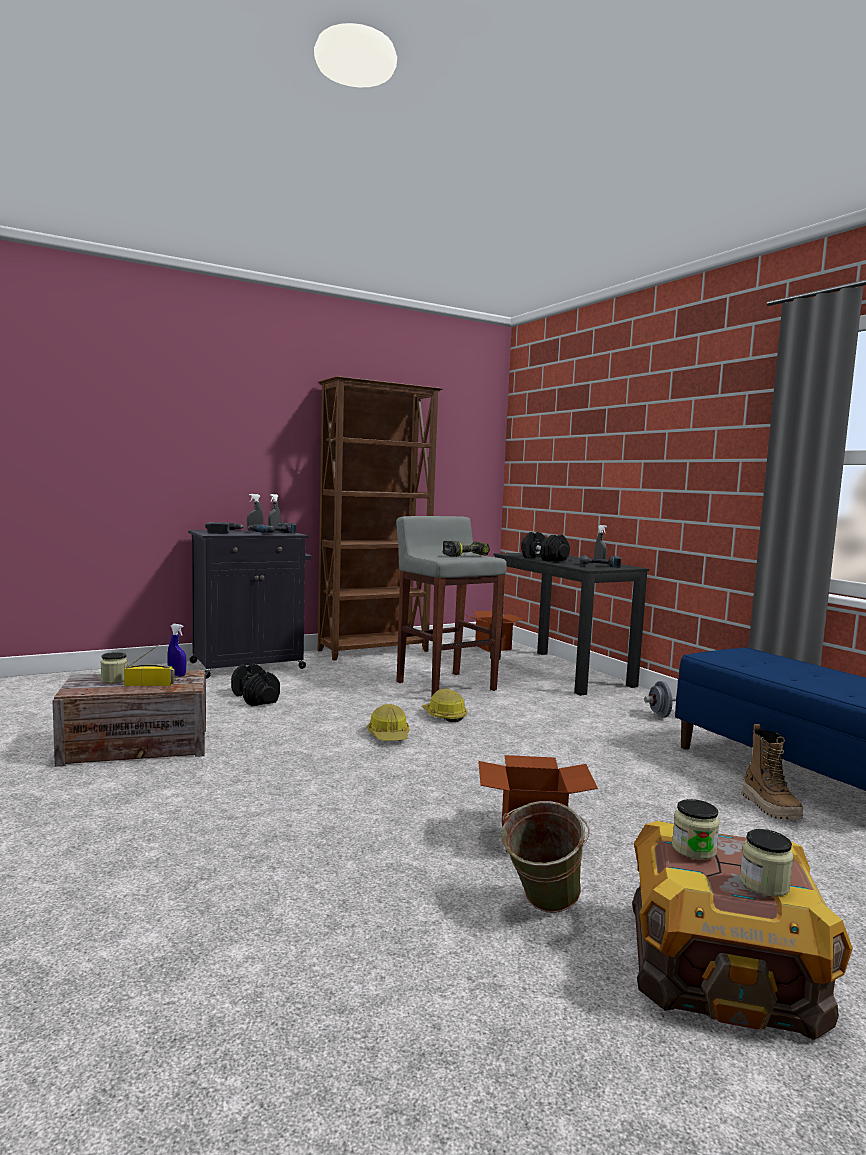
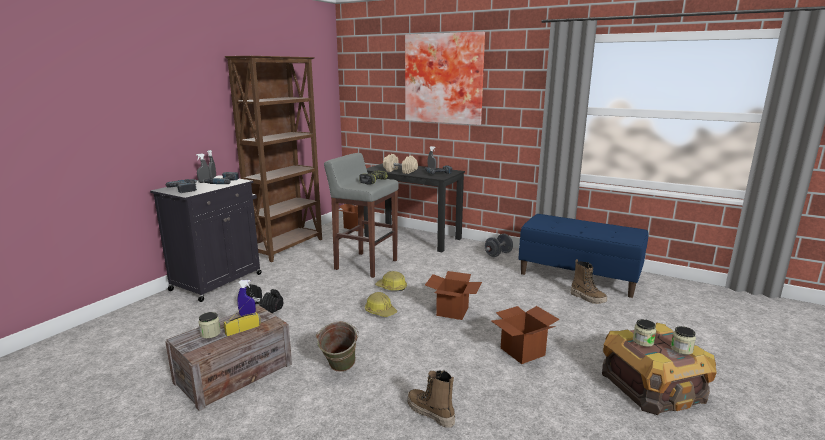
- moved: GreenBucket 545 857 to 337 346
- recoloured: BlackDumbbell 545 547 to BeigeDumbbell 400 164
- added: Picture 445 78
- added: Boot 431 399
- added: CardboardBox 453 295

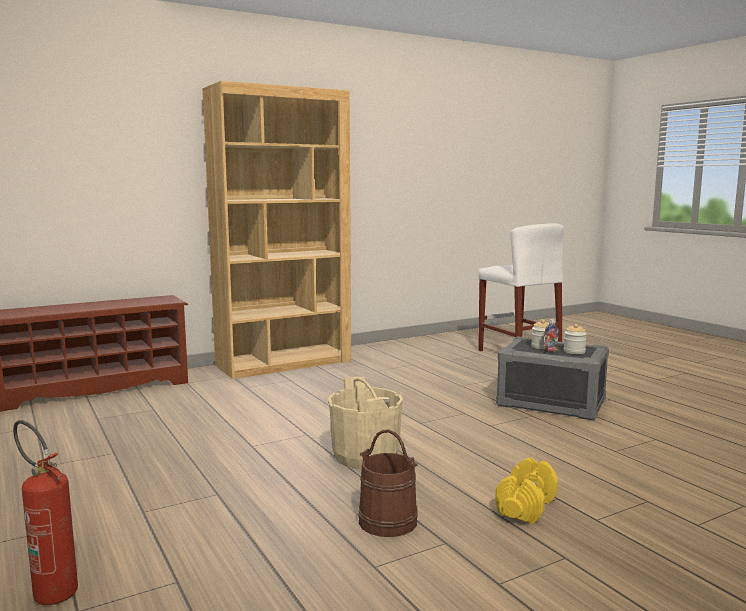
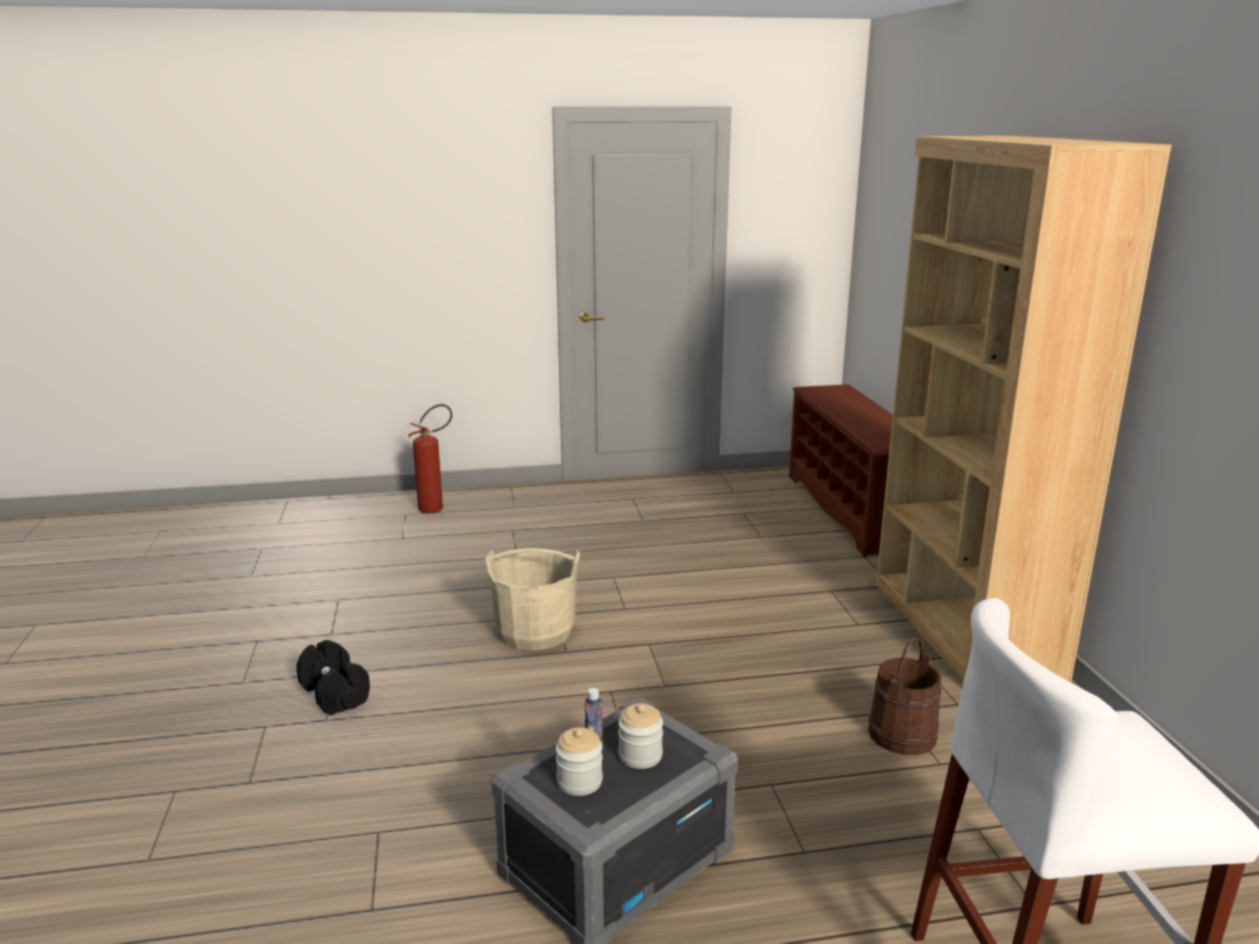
- recoloured: YellowDumbbell 526 491 to BlackDumbbell 333 677
- moved: BrownBucket 388 483 to 904 696

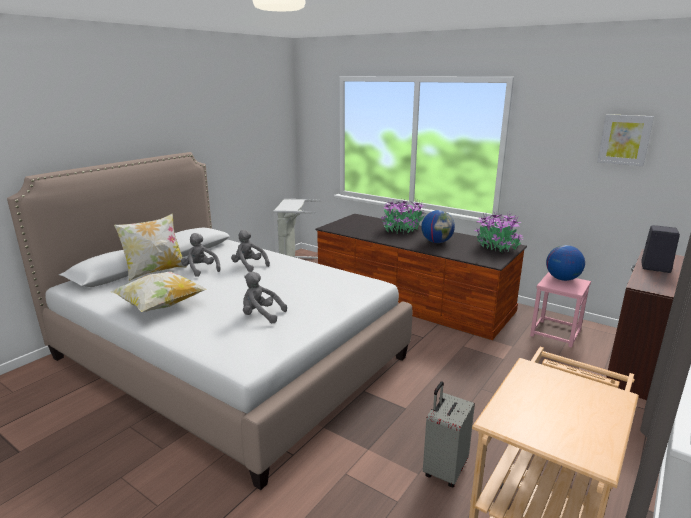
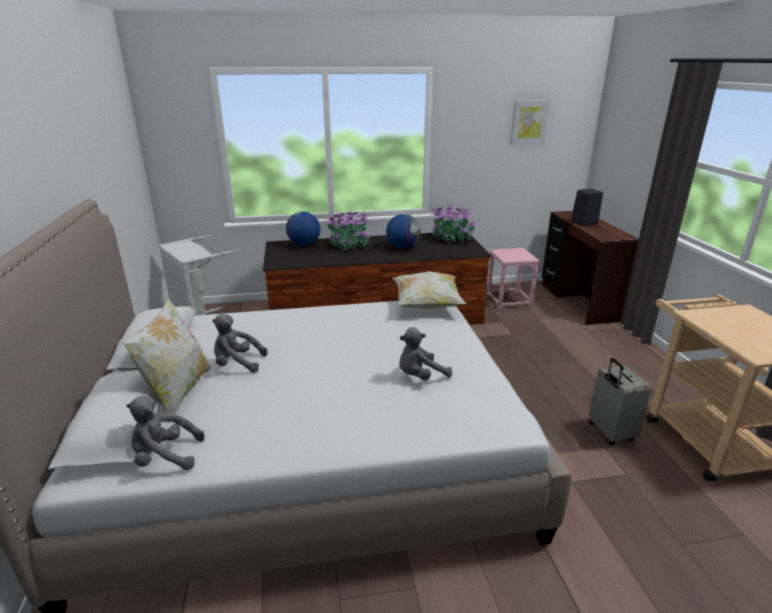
- moved: GreyPlushToy 250 251 to 165 433
- moved: Globe 565 263 to 303 229
- moved: Pillow 158 292 to 430 290

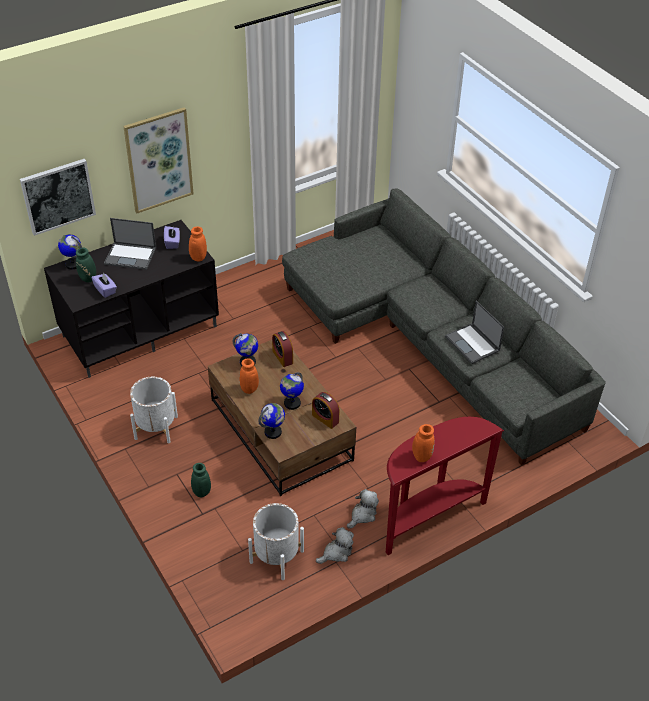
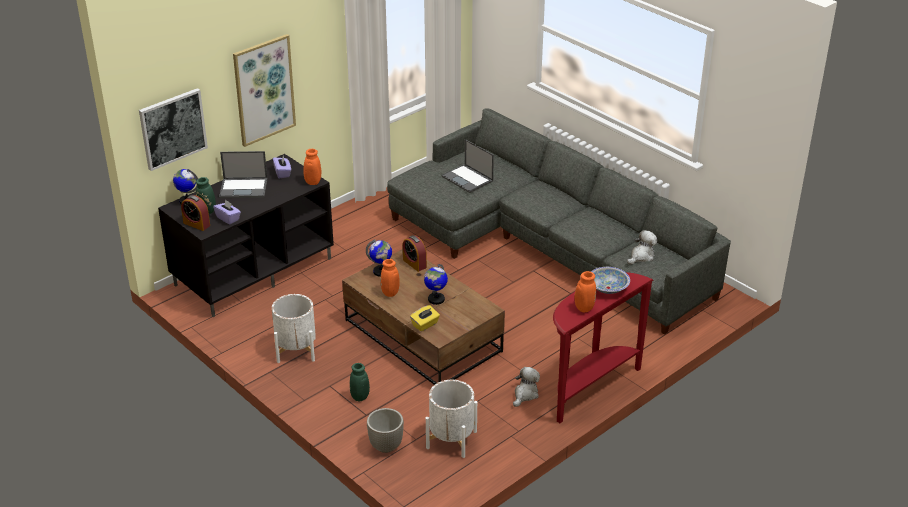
- moved: AlarmClock 326 410 to 195 213
- added: Planter 385 430
- replaced: Globe 271 421 to YellowTissueBox 425 318
- moved: Laptop 474 332 to 467 166
- added: Bowl 610 280
- moved: PlushToy 335 545 to 642 247

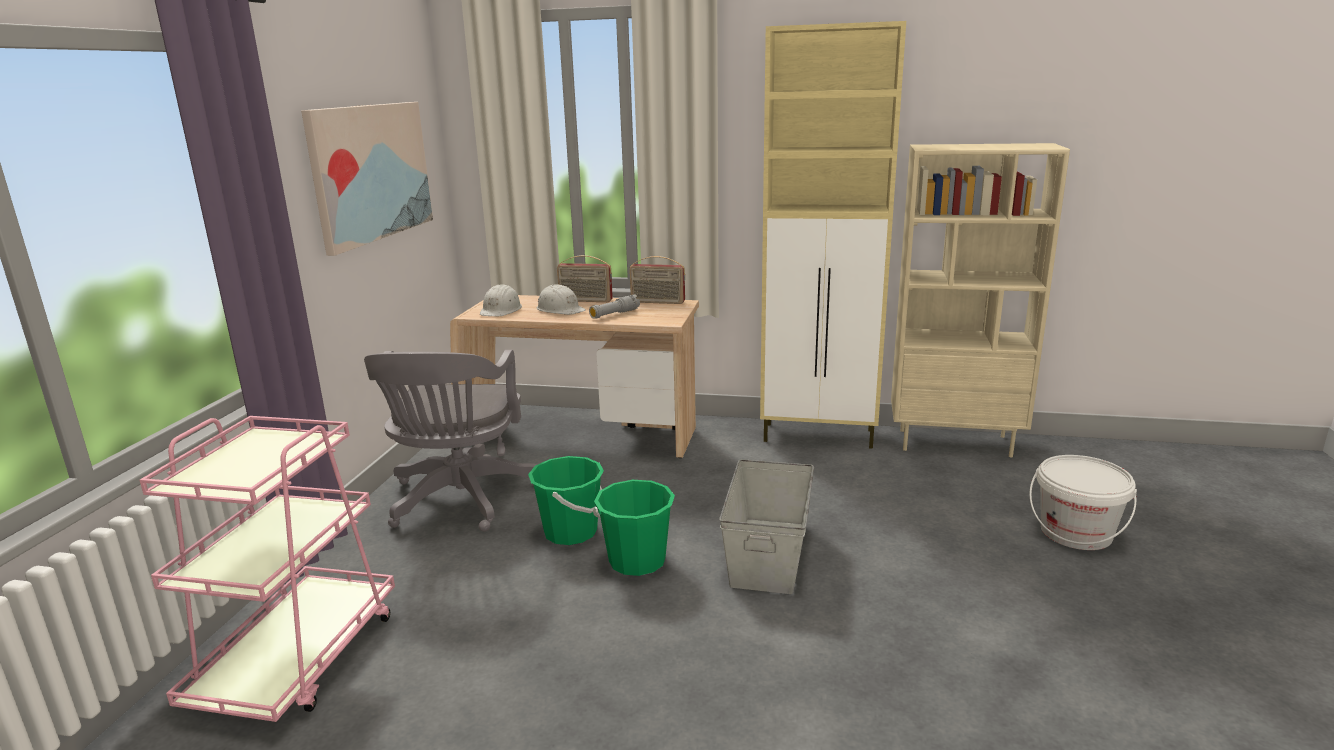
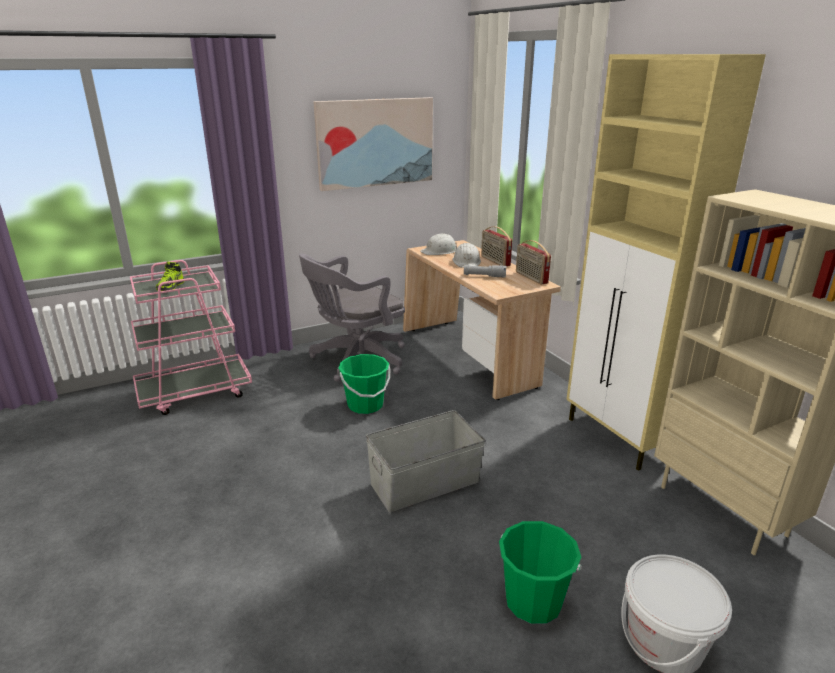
- added: Shoe 170 276
- moved: GreenBucket 634 528 to 540 572

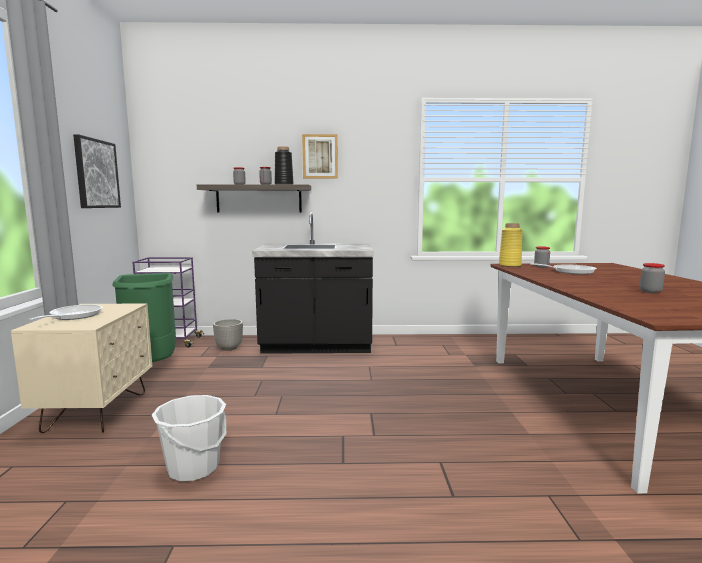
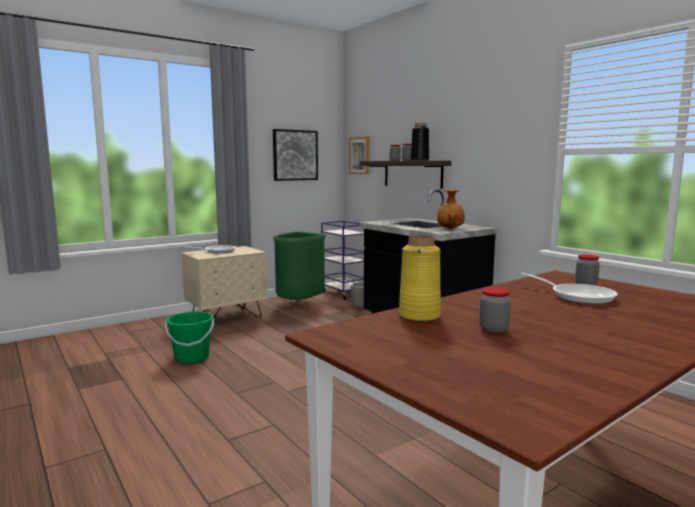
- recoloured: WhiteBucket 189 438 to GreenBucket 189 338
- moved: Picture 320 156 to 359 155
- moved: YellowVase 511 245 to 420 278
- added: BrownVase 451 209

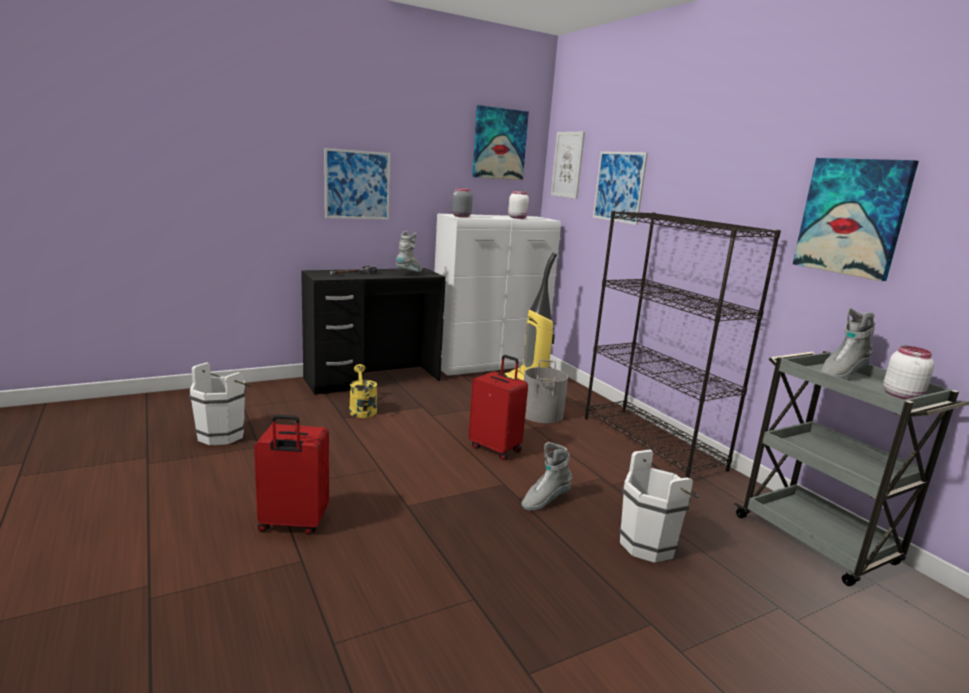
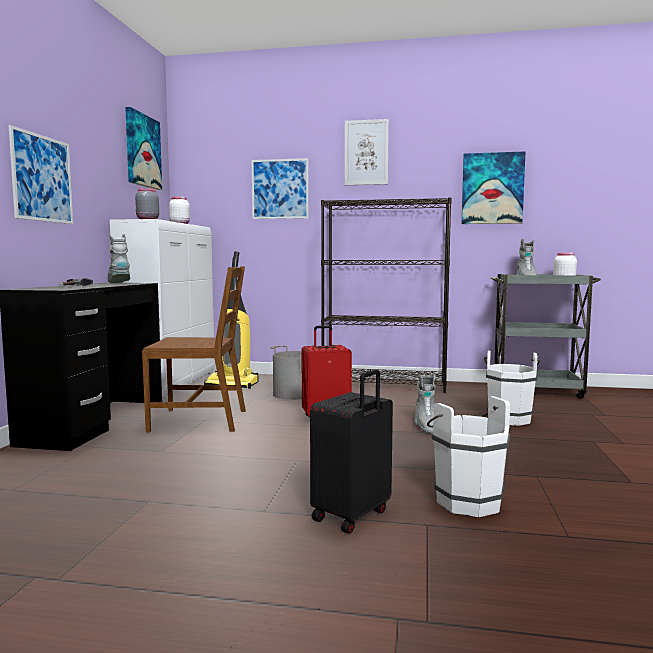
- added: BrownChair 194 349
- recoloured: RedSuitcase 291 474 to BlackSuitcase 351 451
- moved: Picture 568 165 to 367 152
- moved: WhiteBucket 220 403 to 468 456
- removed: YellowWateringCan 363 391

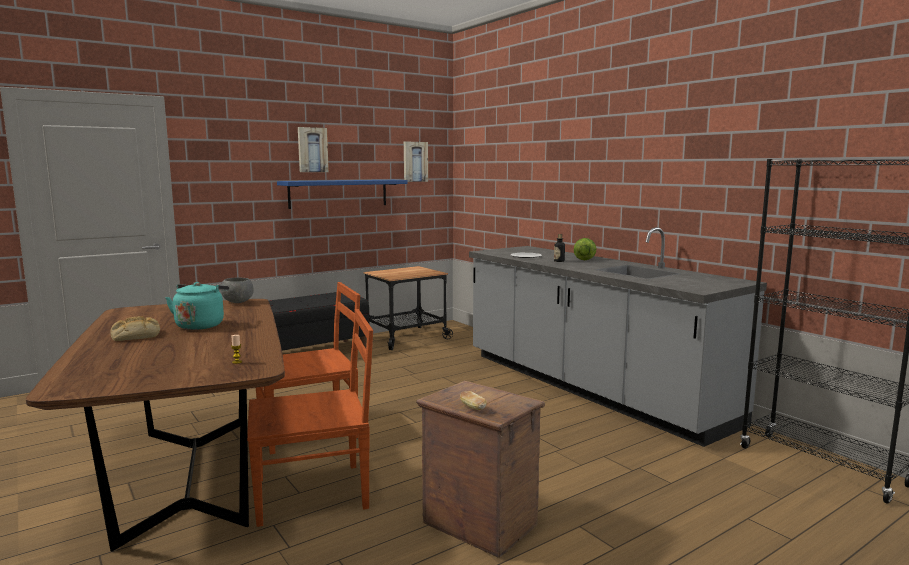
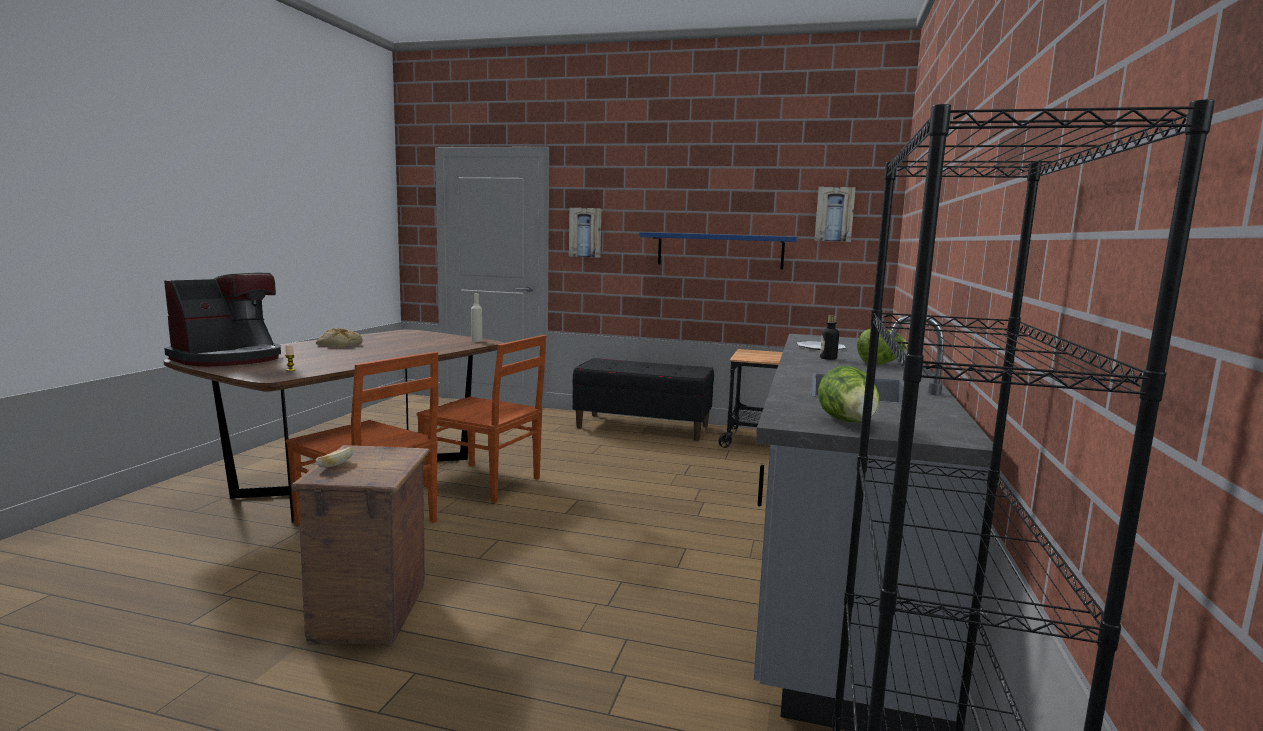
- added: CoffeeMachine 222 319
- replaced: GreyBowl 237 290 to BeigeBottle 476 318
- moved: Picture 313 149 to 585 233
- added: Lettuce 849 394
- removed: TurquoiseKettle 197 306

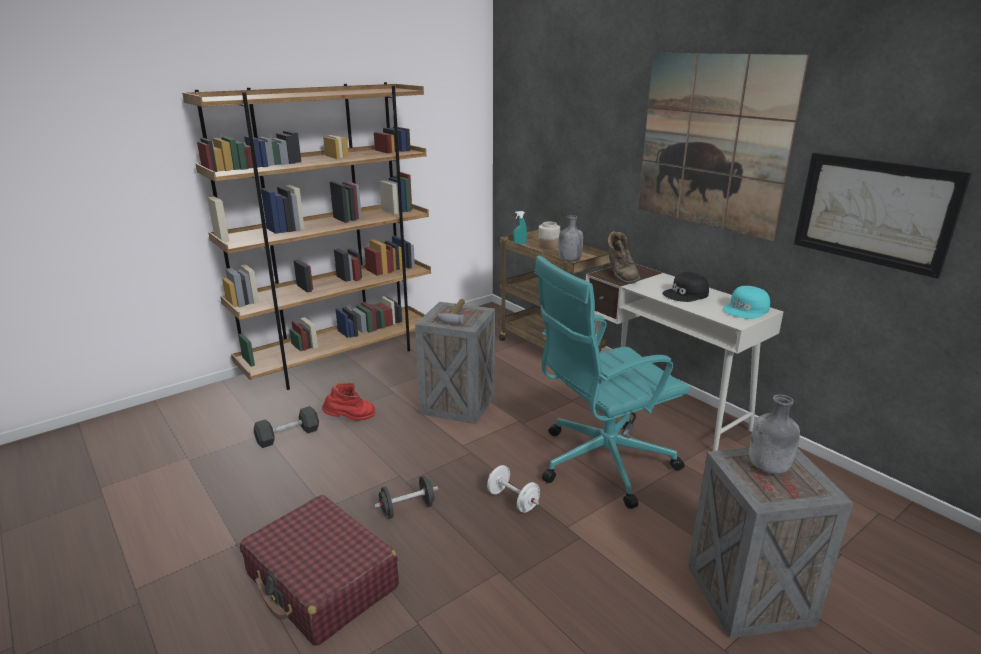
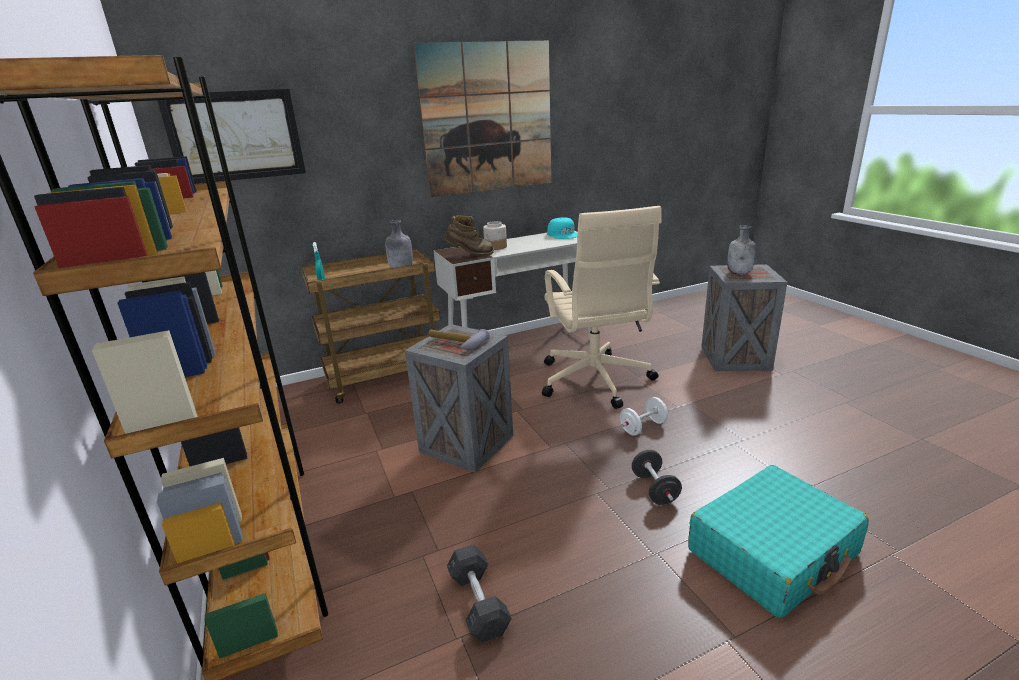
- moved: Picture 883 216 to 231 136
- moved: Jar 549 235 to 495 235
- recoloured: TurquoiseOfficeChair 612 382 to BeigeOfficeChair 601 307
- recoloured: RedSuitcase 319 570 to TurquoiseSuitcase 778 541
- removed: RedBoot 349 401
- removed: BlackCap 686 287

